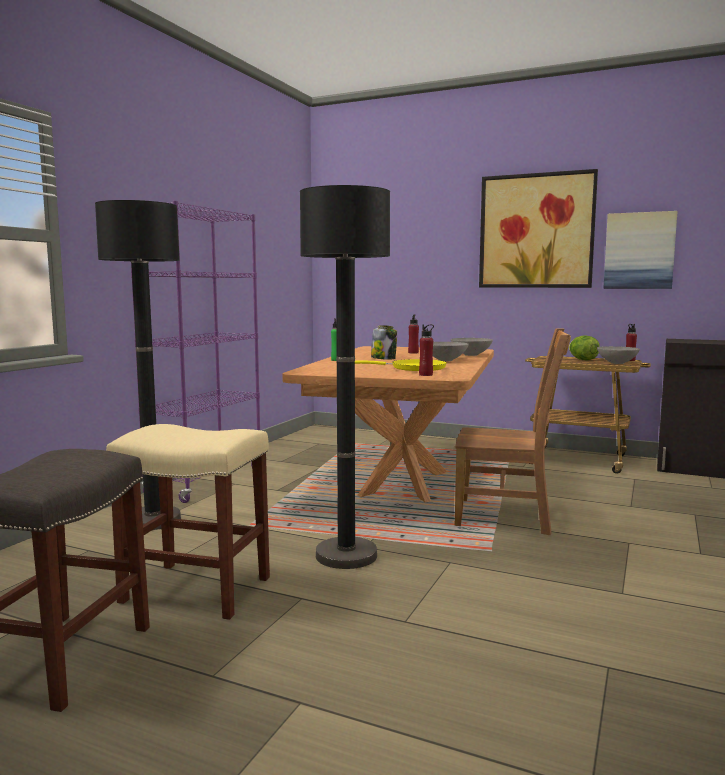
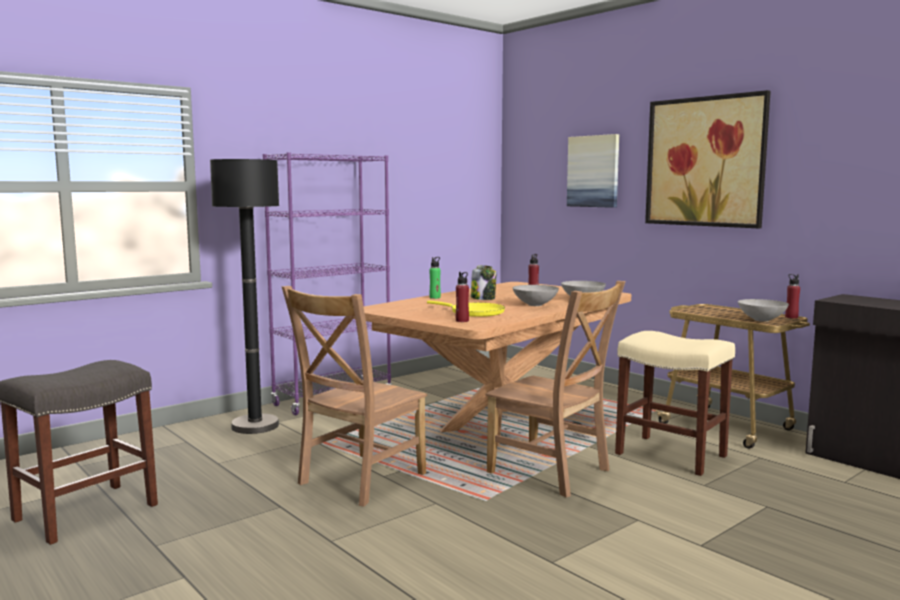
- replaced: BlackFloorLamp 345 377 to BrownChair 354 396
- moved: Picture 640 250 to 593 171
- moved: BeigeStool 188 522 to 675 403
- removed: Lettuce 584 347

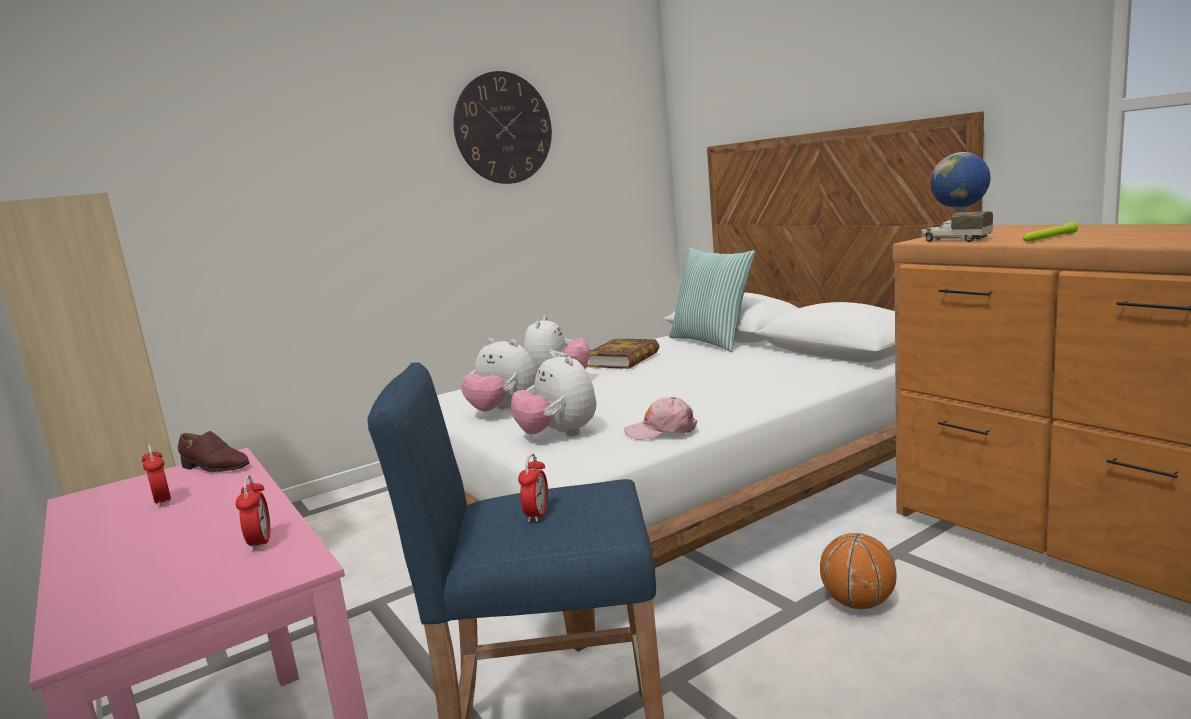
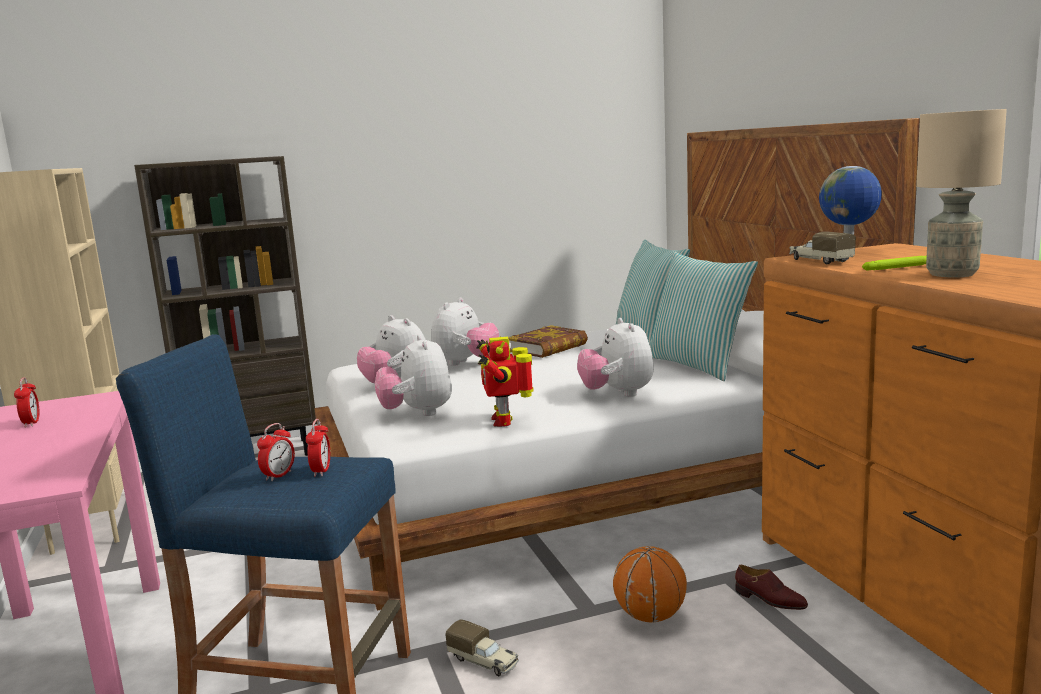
- added: BrownBookcase 225 306
- moved: AlarmClock 253 513 to 318 448
- added: ToyTruck 482 648
- replaced: PinkCap 661 418 to ToyRobot 505 381
- added: PlushToy 615 357
- added: Pillow 703 316
- moved: BrownShoe 214 451 to 771 587
- added: BeigeTableLamp 961 193
- removed: WallClock 502 127

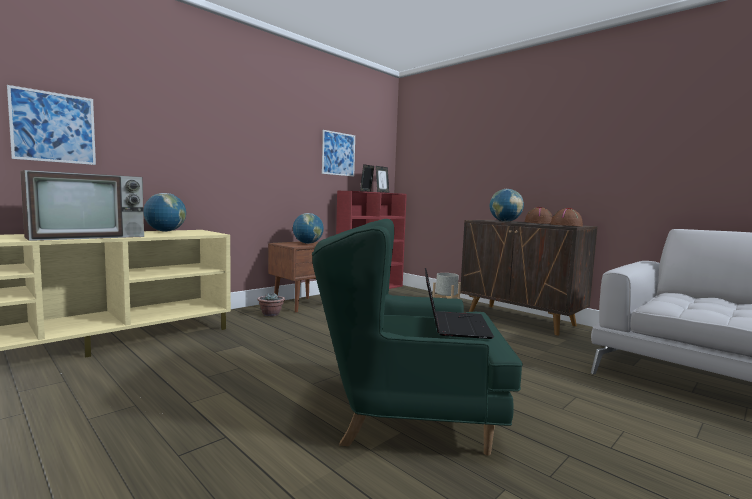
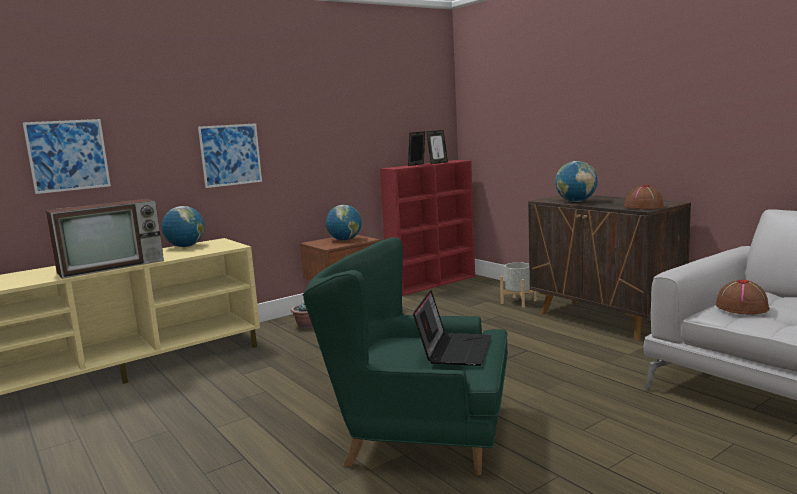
- moved: Picture 338 153 to 230 155
- moved: BrownHat 538 215 to 743 297

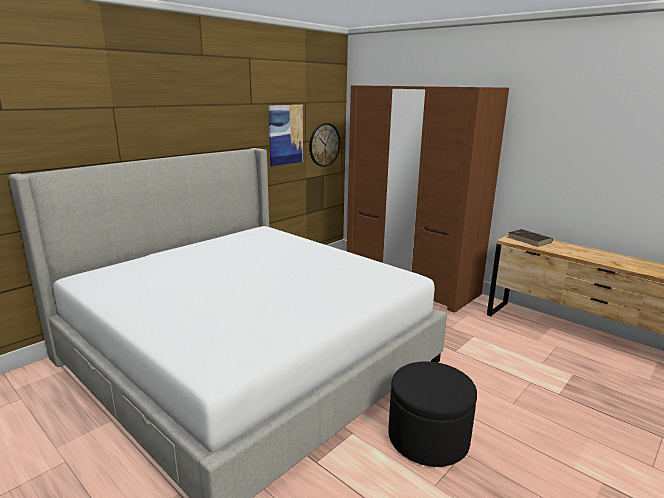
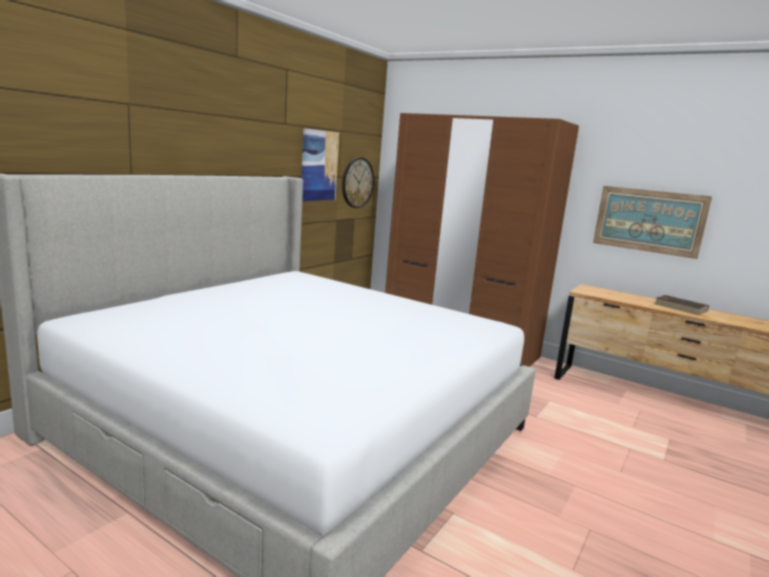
- added: Picture 652 222
- moved: BrownBook 530 238 to 682 305
- removed: BlackOttoman 433 414

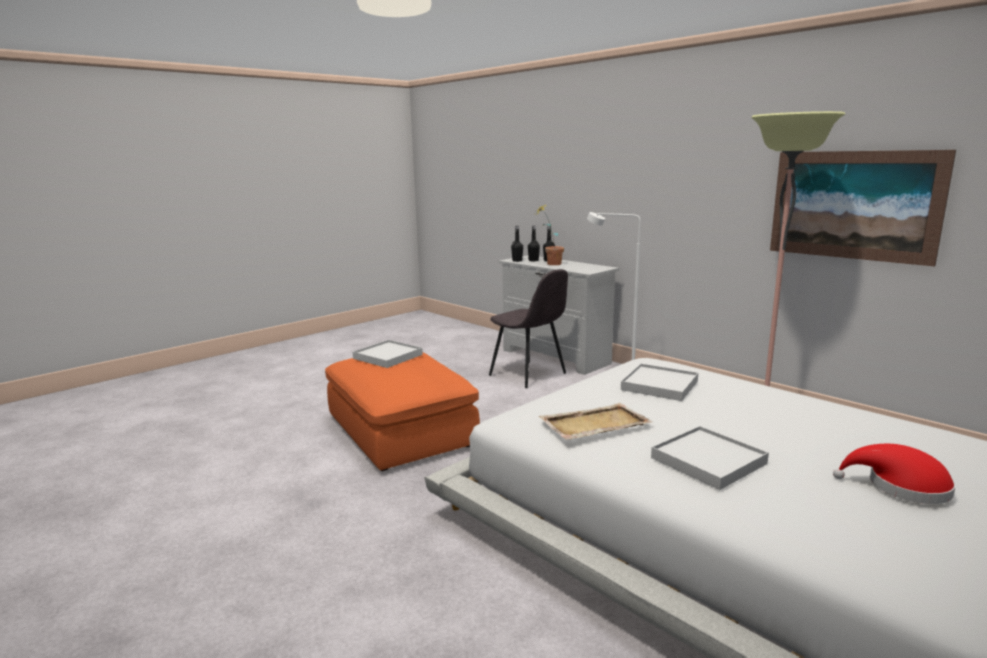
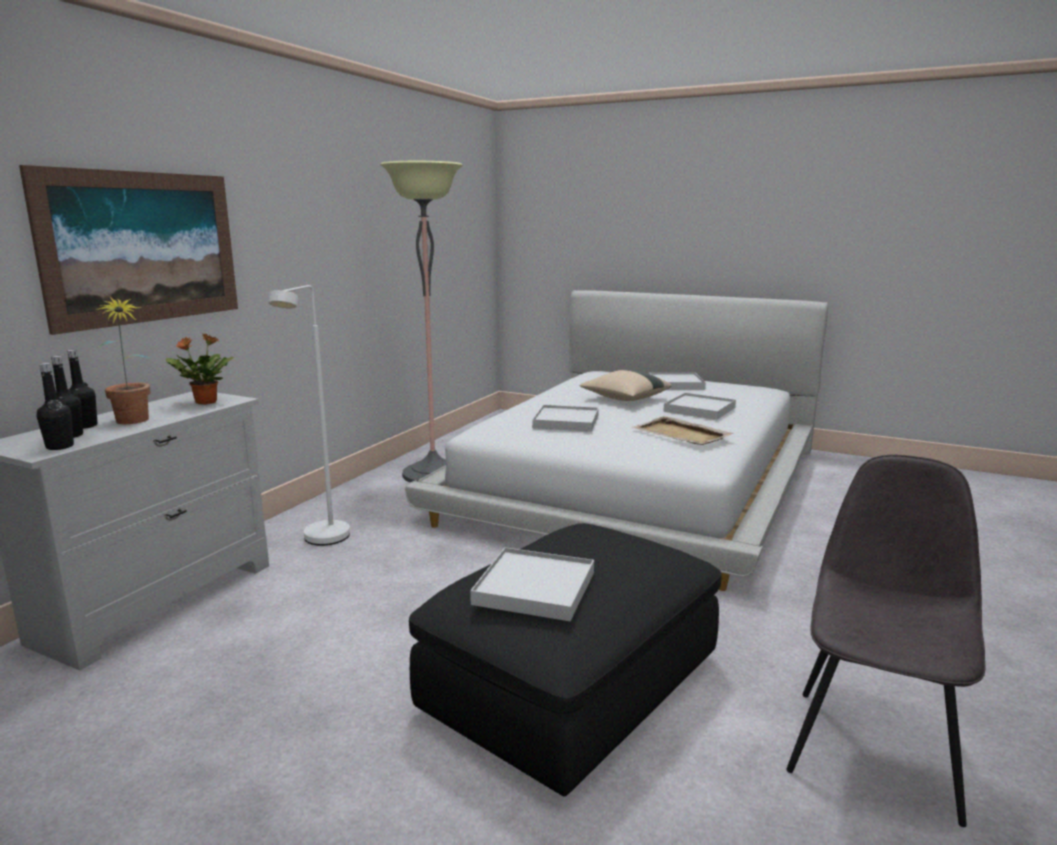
- moved: Picture 863 208 to 128 250
- added: PottedPlant 200 369
- recoloured: OrangeOttoman 402 412 to BlackOttoman 565 660
- added: BeigePillow 626 385
- replaced: RedHat 894 474 to WhiteTray 677 381
- moved: GreyChair 528 328 to 886 641

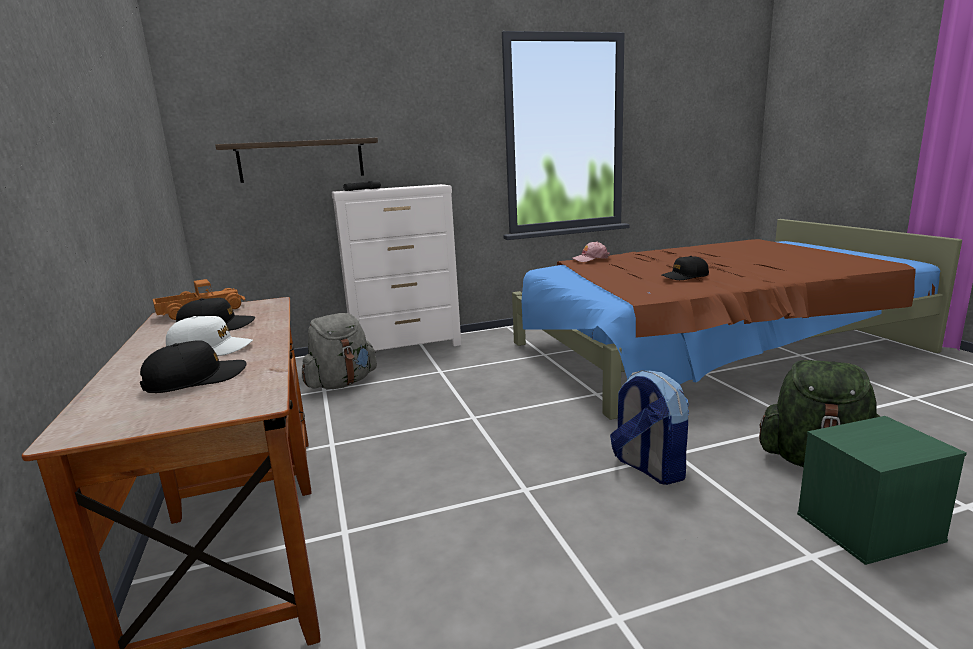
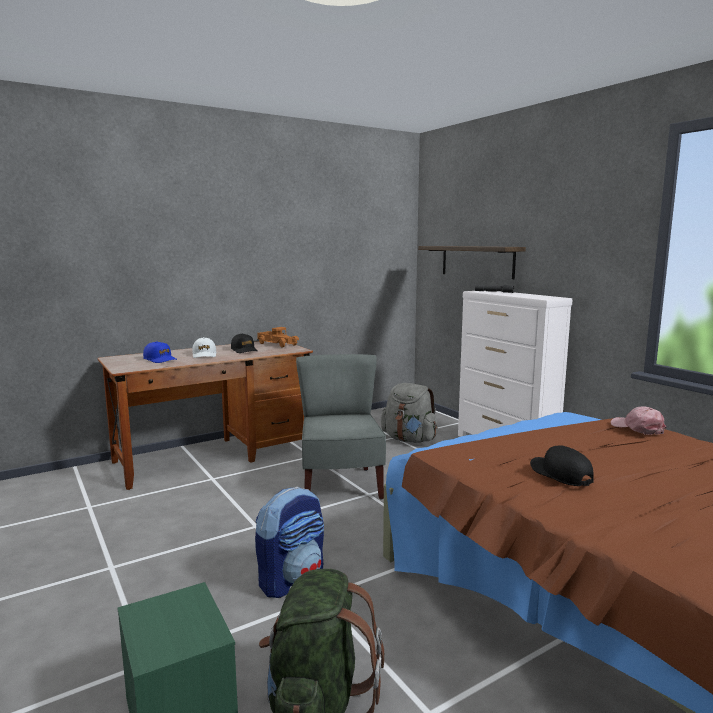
- recoloured: BlackCap 193 366 to BlueCap 160 352
- added: GreyChair 341 426

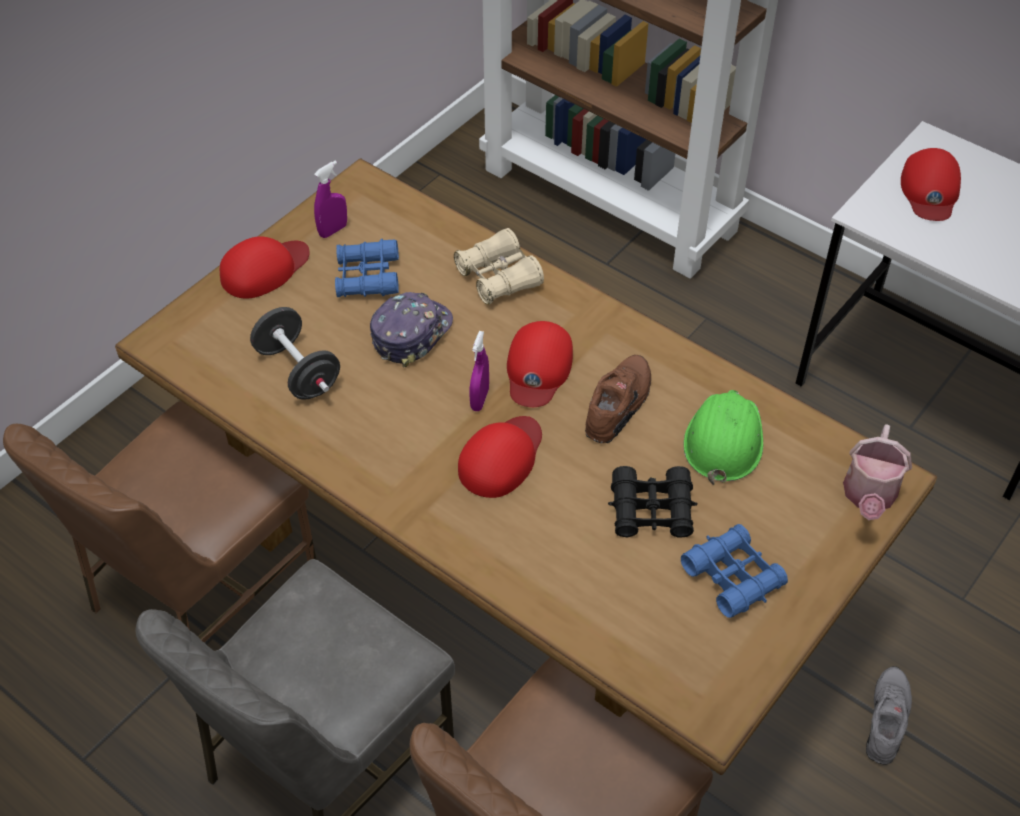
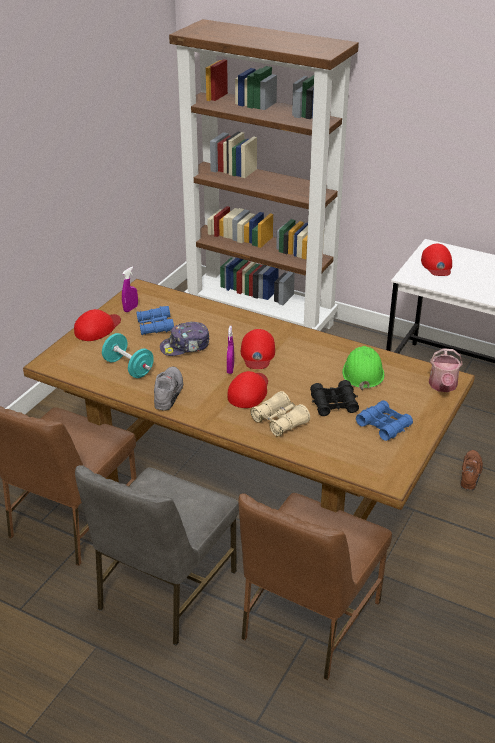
- recoloured: BlackDumbbell 295 353 to TurquoiseDumbbell 128 355
- moved: GreyShoe 889 715 to 168 388
- turned: Cap 411 330 = 185 339 135 degrees counterclockwise
- moved: BeigeBinoculars 499 266 to 280 414
- moved: BrownShoe 618 399 to 472 470

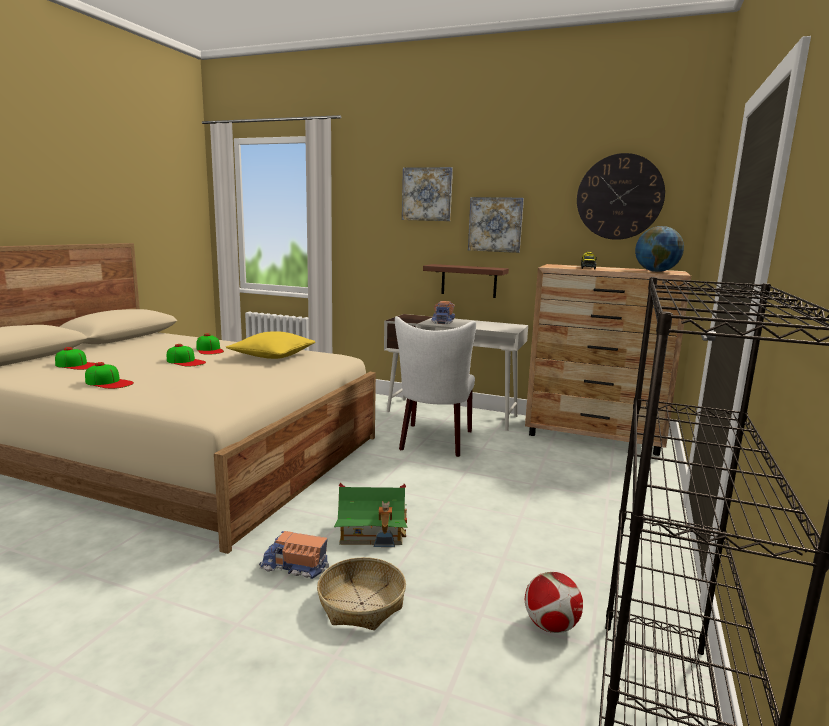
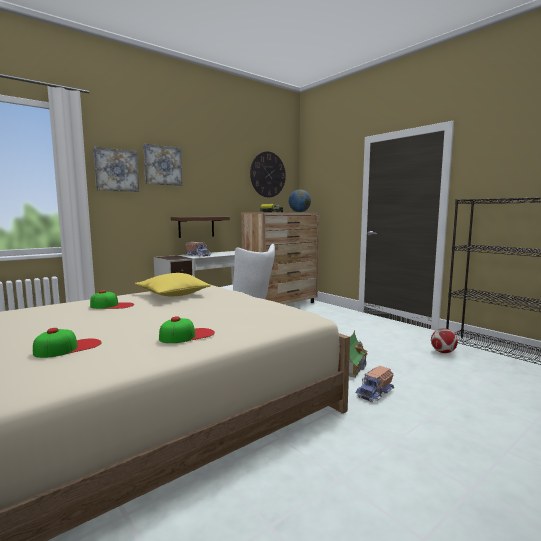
- moved: Picture 496 225 to 116 169
- removed: Cap 186 355
- removed: Basket 361 593

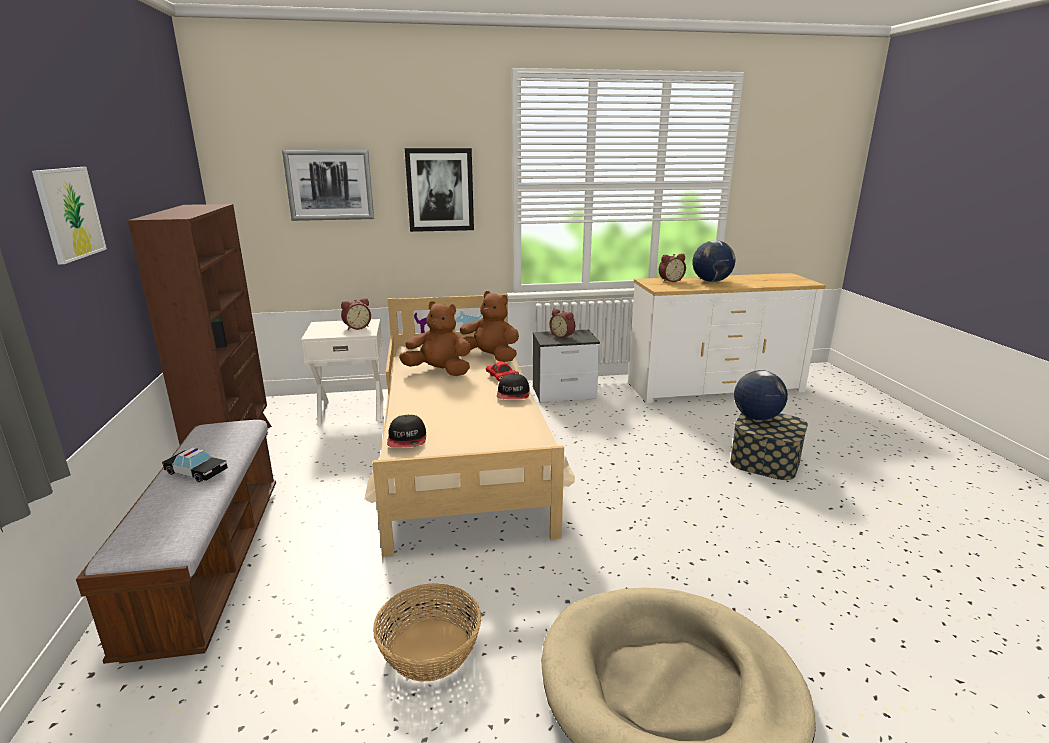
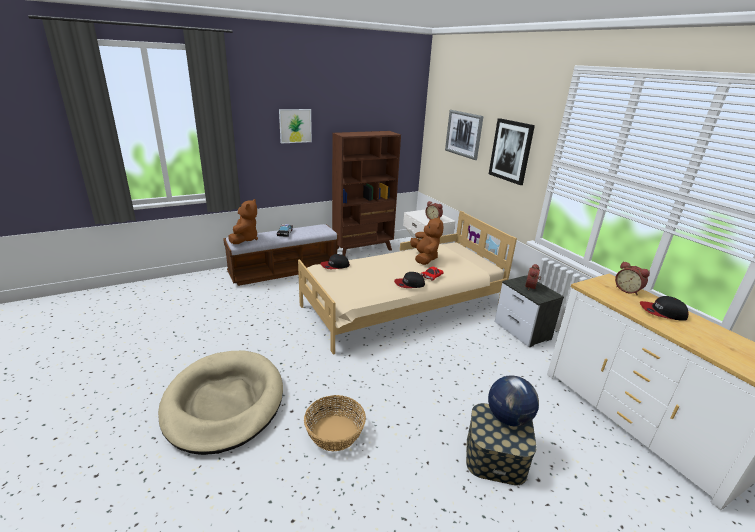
- moved: BrownPlushToy 489 326 to 243 221
- moved: Basket 427 632 to 335 423
- replaced: Globe 713 261 to Cap 664 308

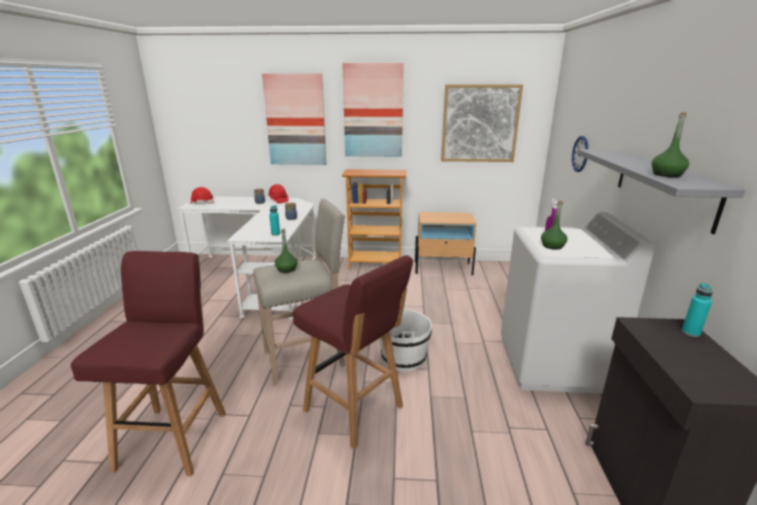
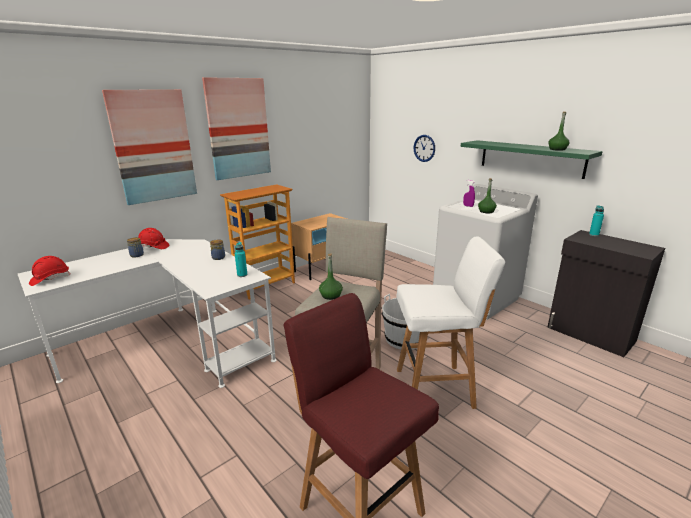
- recoloured: RedStool 353 352 to WhiteStool 450 322
- recoloured: GreyShelf 661 191 to GreenShelf 531 159
- removed: Picture 482 123

